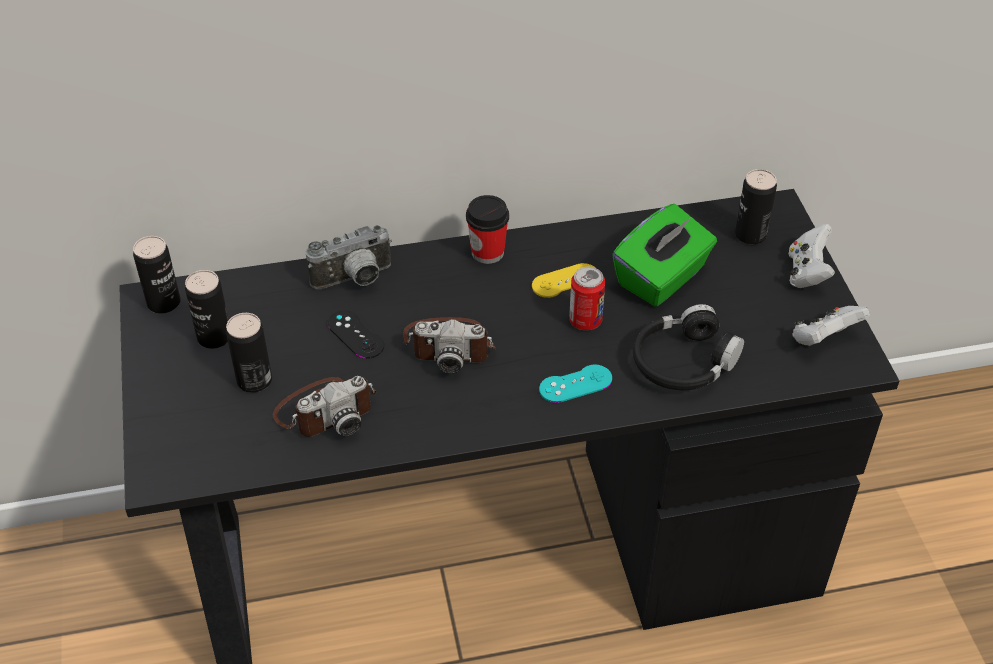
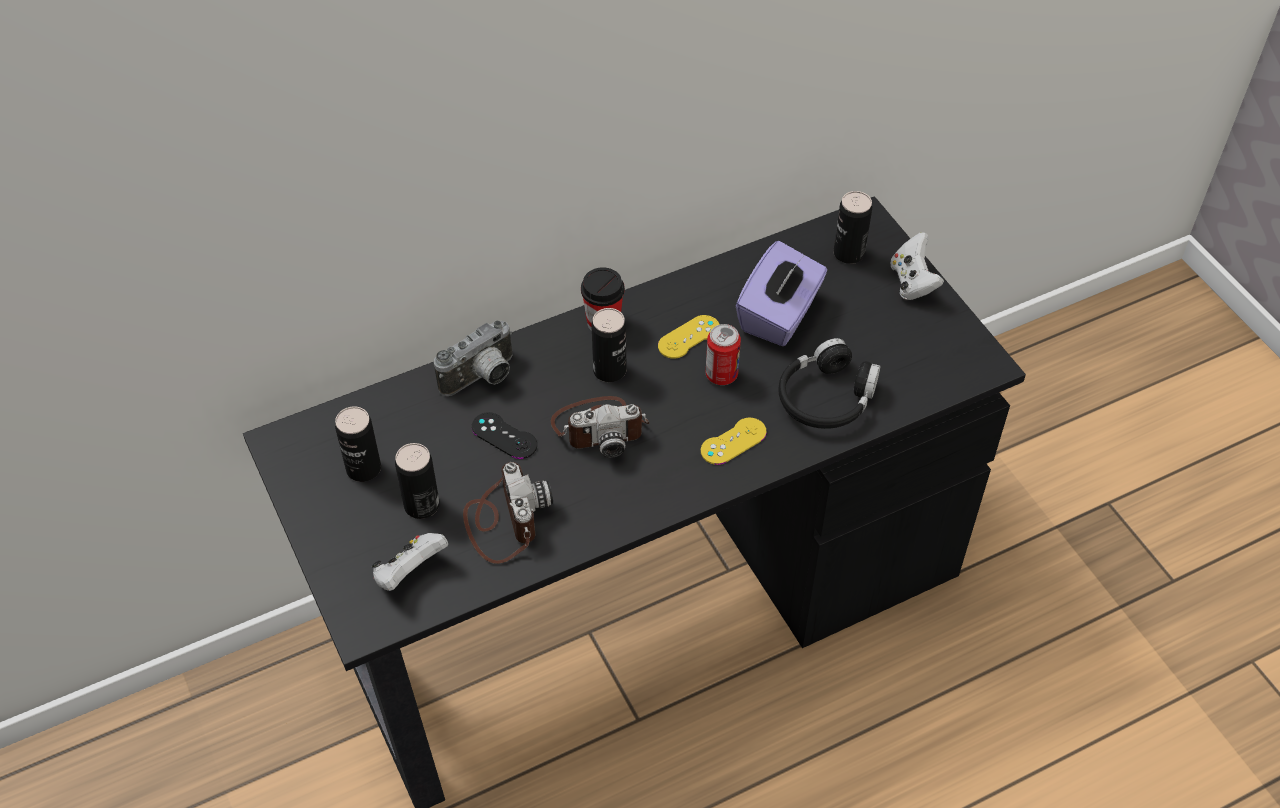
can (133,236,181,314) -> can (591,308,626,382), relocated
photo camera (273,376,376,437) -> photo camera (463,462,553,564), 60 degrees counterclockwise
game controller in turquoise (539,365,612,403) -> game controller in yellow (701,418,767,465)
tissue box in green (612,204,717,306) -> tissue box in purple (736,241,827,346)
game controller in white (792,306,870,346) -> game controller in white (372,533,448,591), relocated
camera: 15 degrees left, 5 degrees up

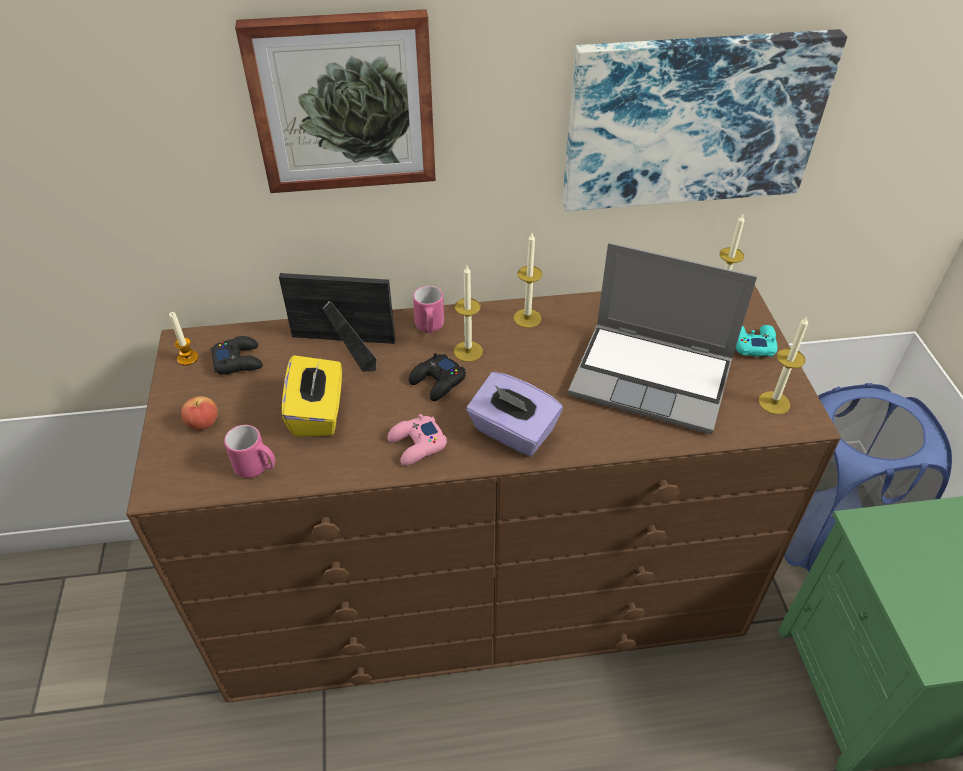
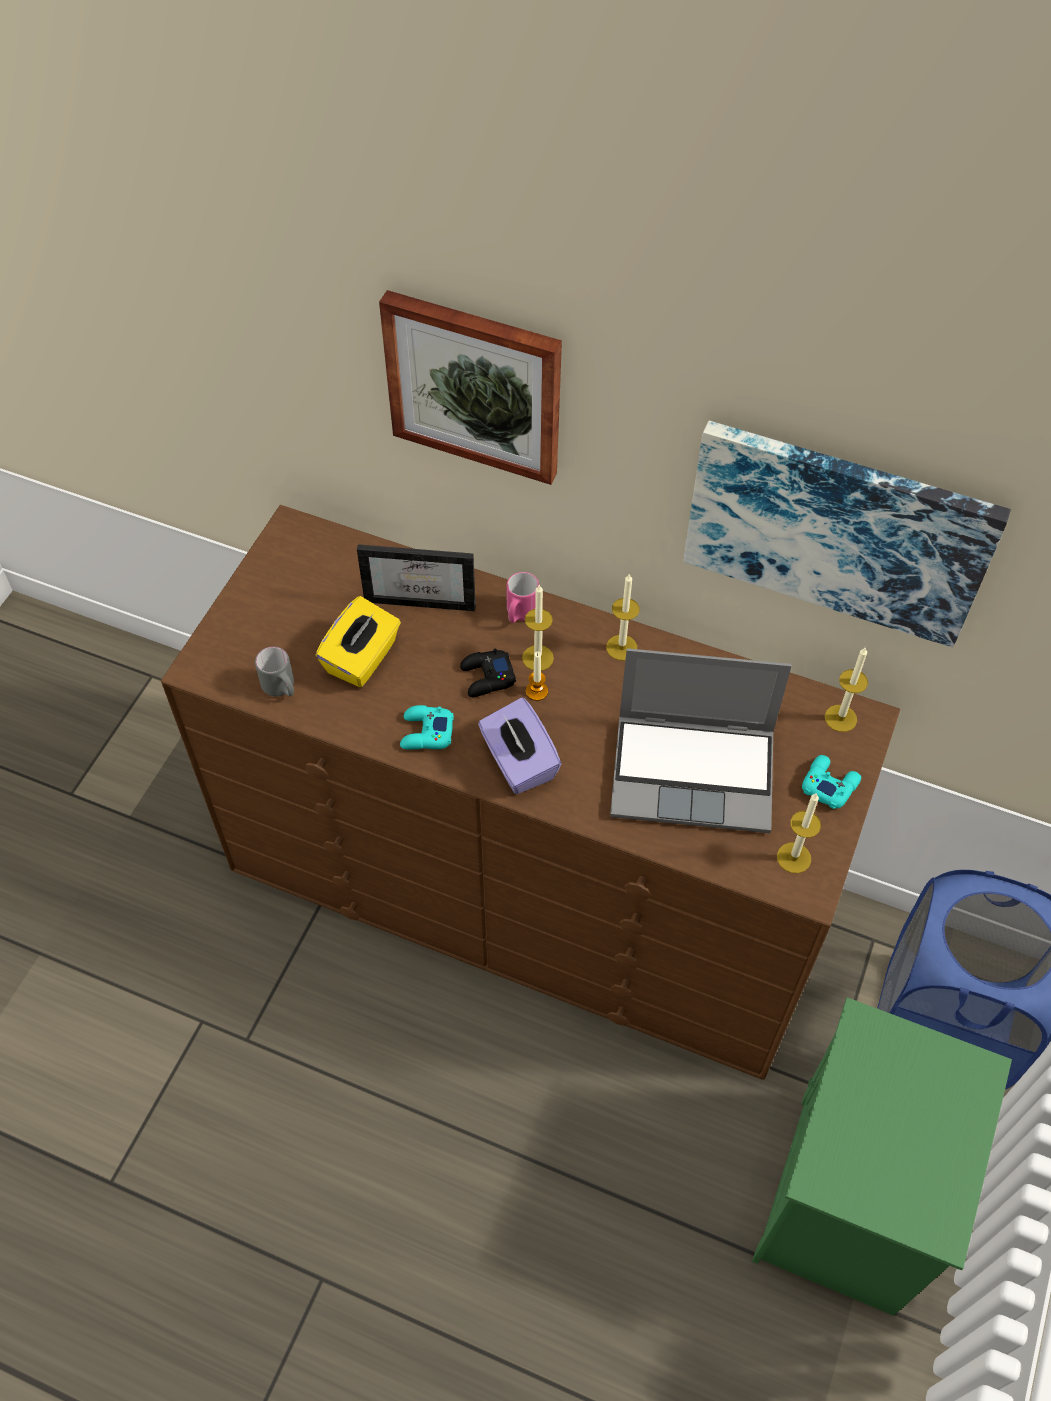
candle (169,312,199,366) -> candle (526,651,548,701), relocated
apple (181,396,218,430) -> none
game controller in black (211,336,263,375) -> none
mug in pink (224,425,276,478) -> mug in grey (255,646,294,697)
picture frame (279,273,395,372) -> picture frame (357,544,476,611), 150 degrees clockwise
game controller in pink (387,414,447,466) -> game controller in turquoise (400,705,454,750)
laptop (568,242,757,434) -> laptop (610,648,792,833), 45 degrees counterclockwise
camera: 30 degrees right, 10 degrees up

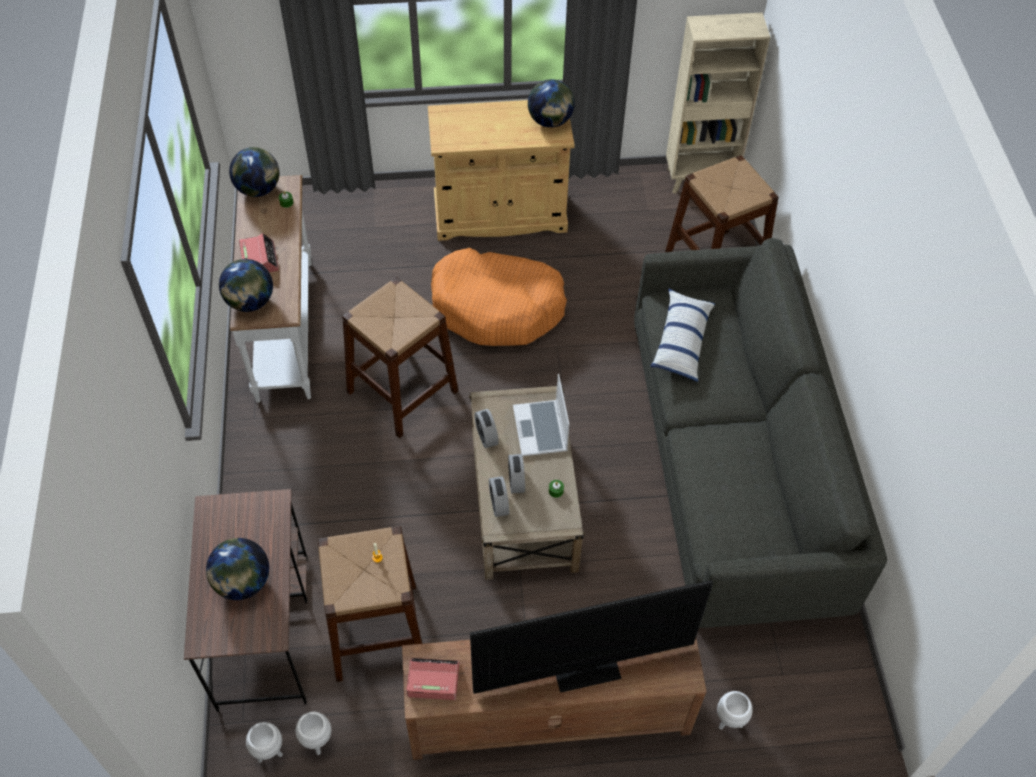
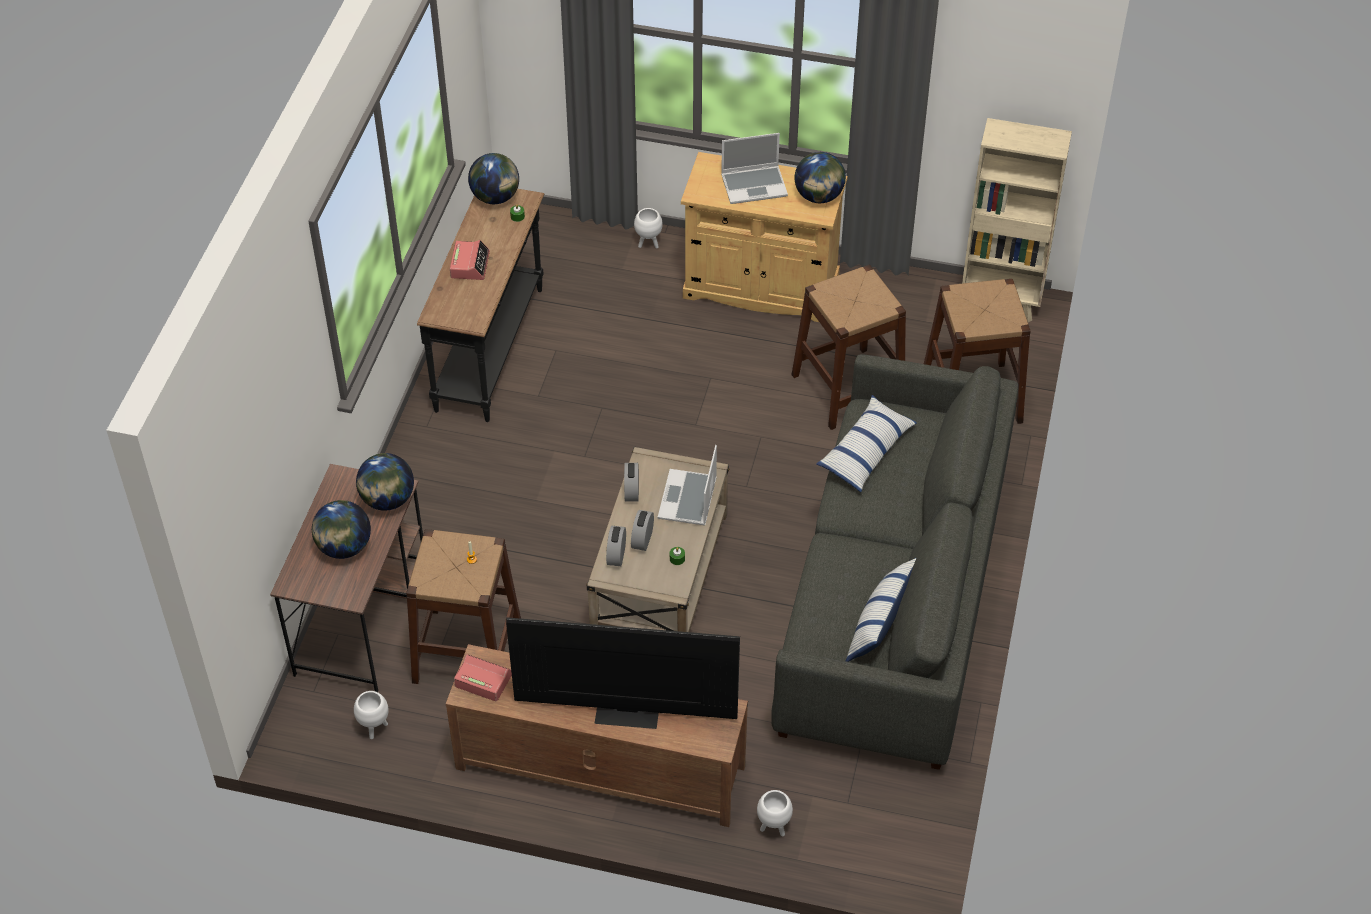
globe (219,259,273,312) -> globe (356,453,414,511), relocated
console table in white (230,175,312,403) -> console table in black (417,189,544,422)
planter in white (246,722,283,763) -> planter in white (634,208,663,248), relocated
stool in brown (342,277,458,438) -> stool in brown (791,265,906,430), relocated
dog bed in orange (431,248,567,346) -> none
none -> laptop (721,133,788,204)
none -> pillow (846,558,916,662)
camera: 20 degrees right, 5 degrees down

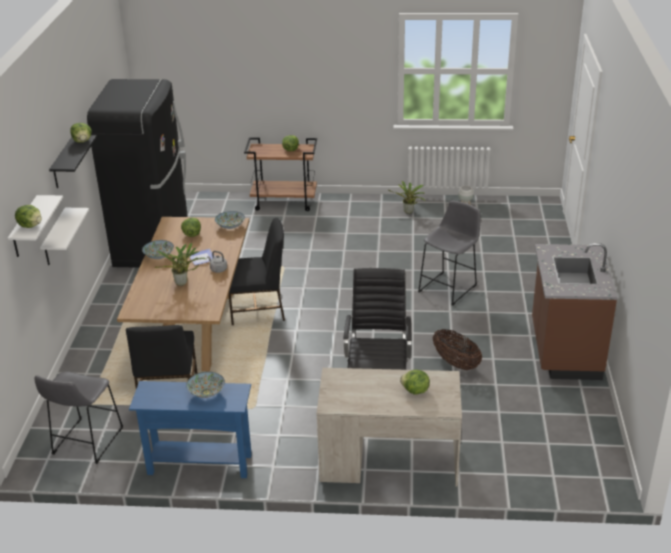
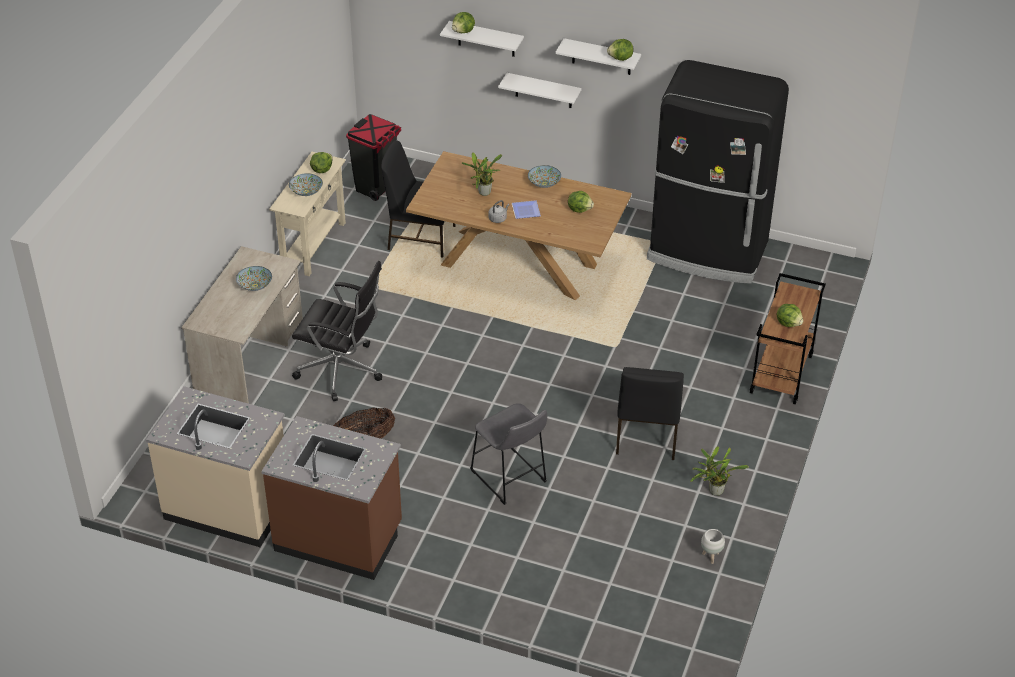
stool in grey (35,371,123,464) -> trash can in black (346,114,401,201)
shelf in black (49,135,97,188) -> shelf in white (555,38,641,75)
console table in blue (129,381,252,478) -> console table in beige (269,152,346,276)
bowl (215,211,245,229) -> bowl (236,266,272,291), relocated
chair in black (229,218,285,325) -> chair in black (616,367,684,460), relocated
lettuce (400,370,430,395) -> lettuce (310,152,333,173), relocated
none -> counter in beige (146,386,285,547)
camera: 105 degrees right, 10 degrees up

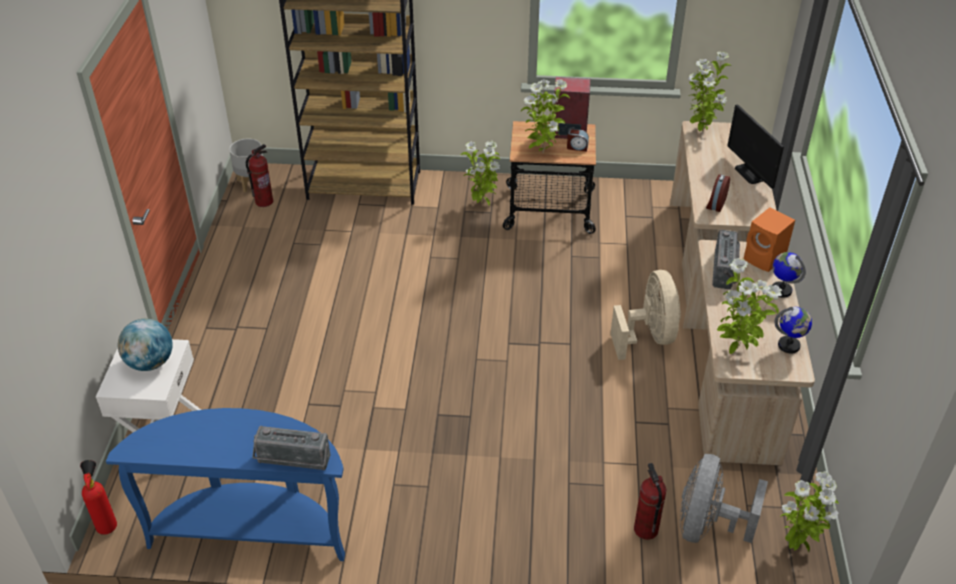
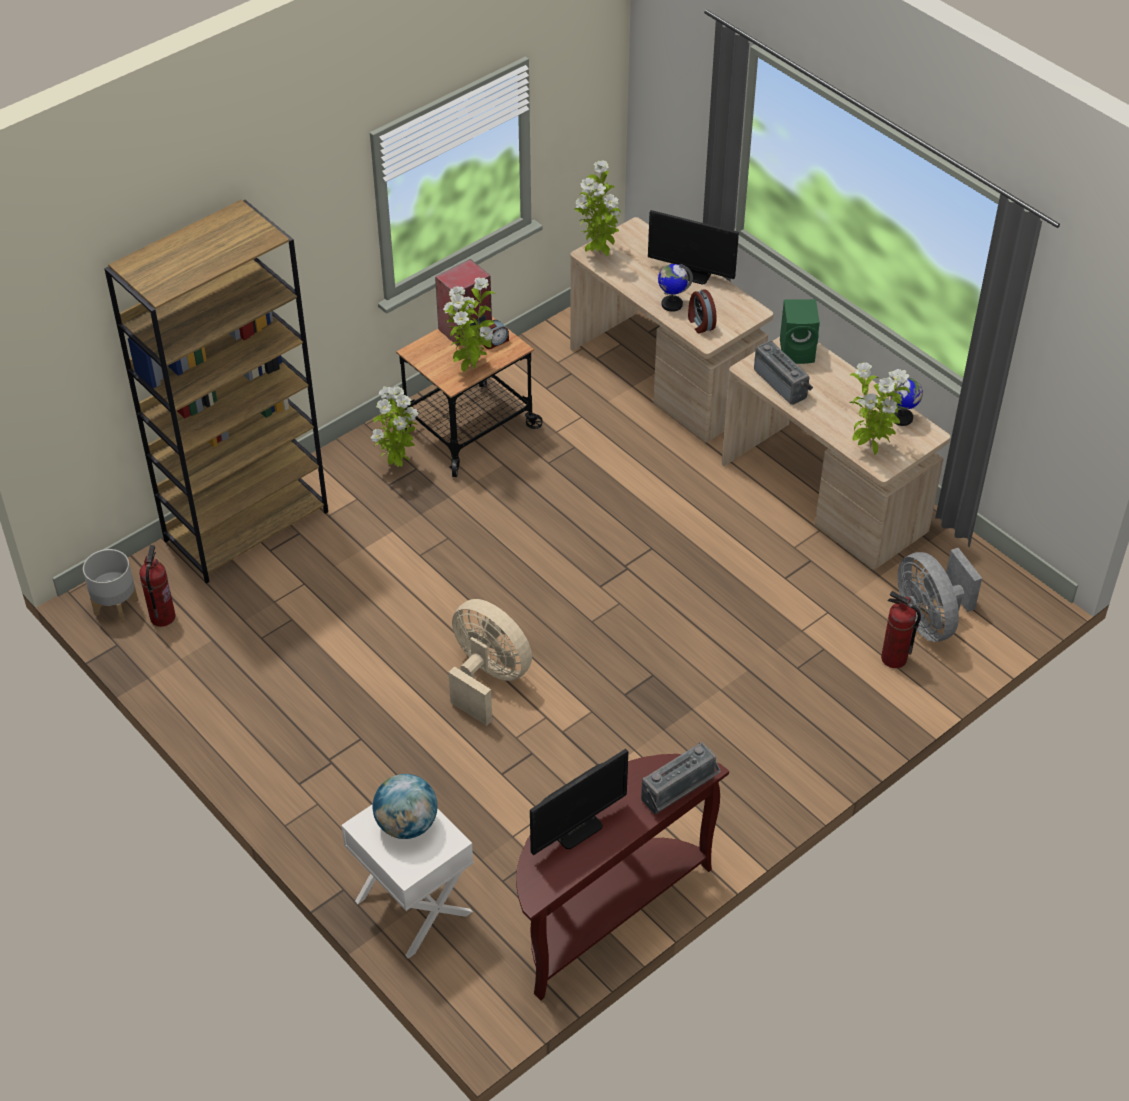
fire extinguisher (80,460,117,535) -> none
console table in blue (106,408,345,561) -> console table in brown (516,754,729,1001)
fan in beige (610,270,681,360) -> fan in beige (448,599,532,726), relocated
speaker in orange (743,207,795,272) -> speaker in green (780,299,820,364)
globe (772,252,806,298) -> globe (658,264,693,312), relocated
potted plant (781,471,839,553) -> none
none -> monitor (530,749,628,855)
camera: 45 degrees left, 5 degrees up

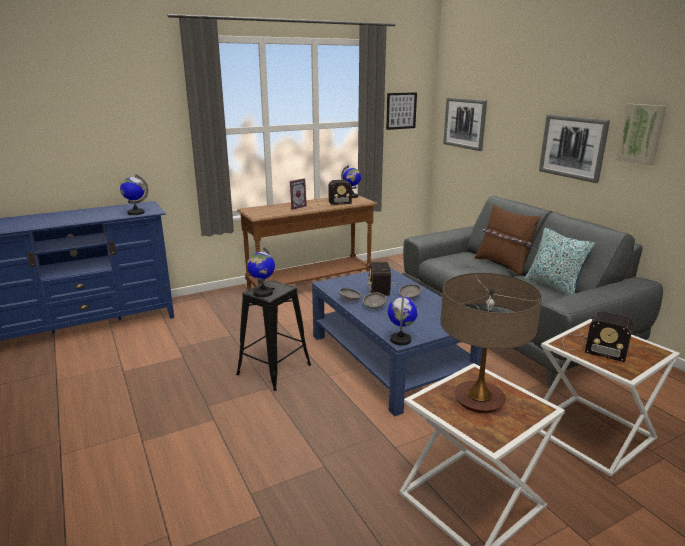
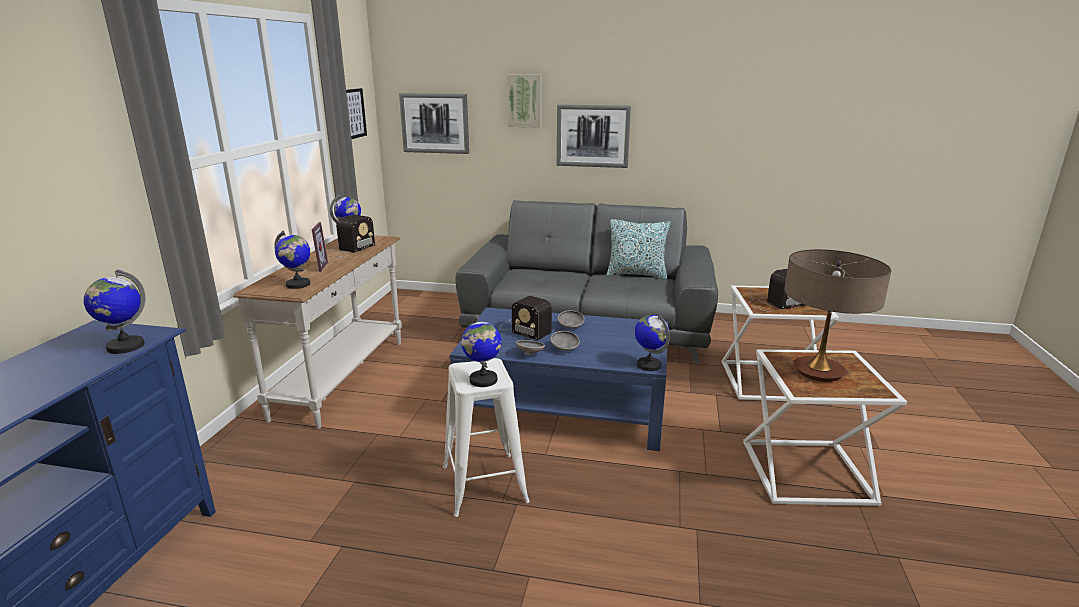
stool in black (236,280,311,391) -> stool in white (443,358,530,517)
console table in brown (237,195,378,290) -> console table in white (233,236,402,429)
pillow in brown (475,204,541,276) -> none
picture (616,104,667,165) -> picture (507,74,541,128), relocated
none -> globe (274,230,310,289)
camera: 50 degrees left, 0 degrees up

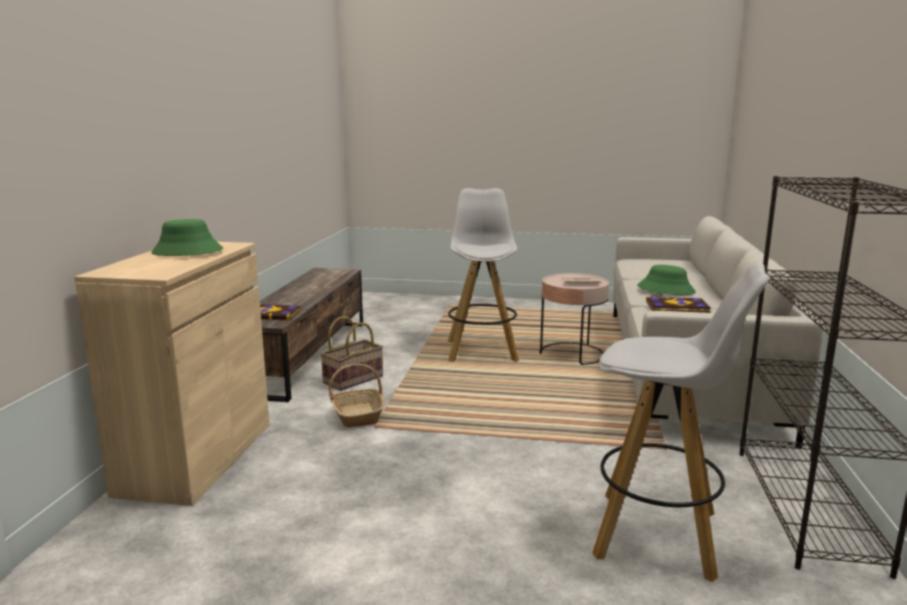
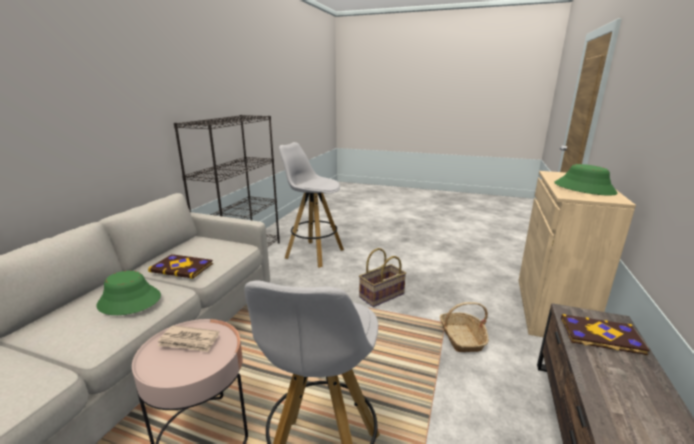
basket (320,316,383,391) -> basket (359,248,406,307), relocated
camera: 170 degrees left, 5 degrees up

